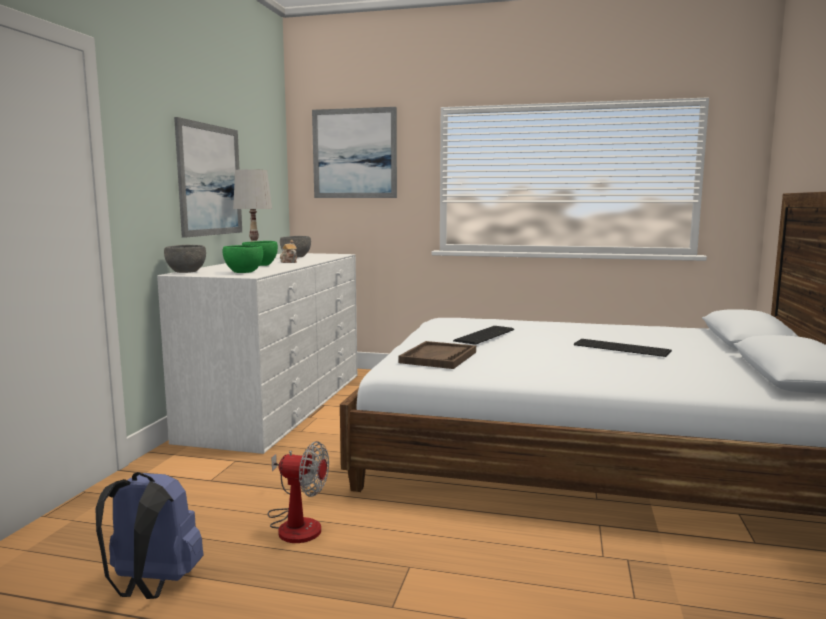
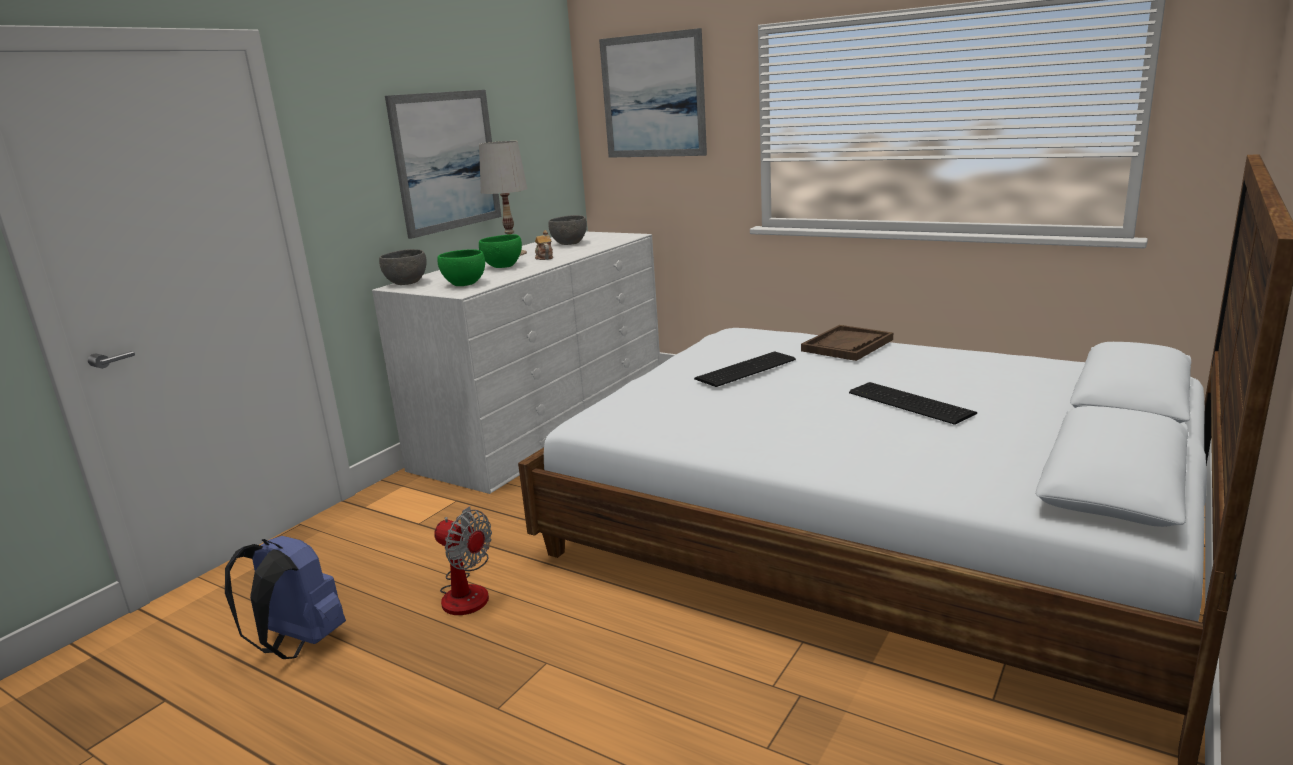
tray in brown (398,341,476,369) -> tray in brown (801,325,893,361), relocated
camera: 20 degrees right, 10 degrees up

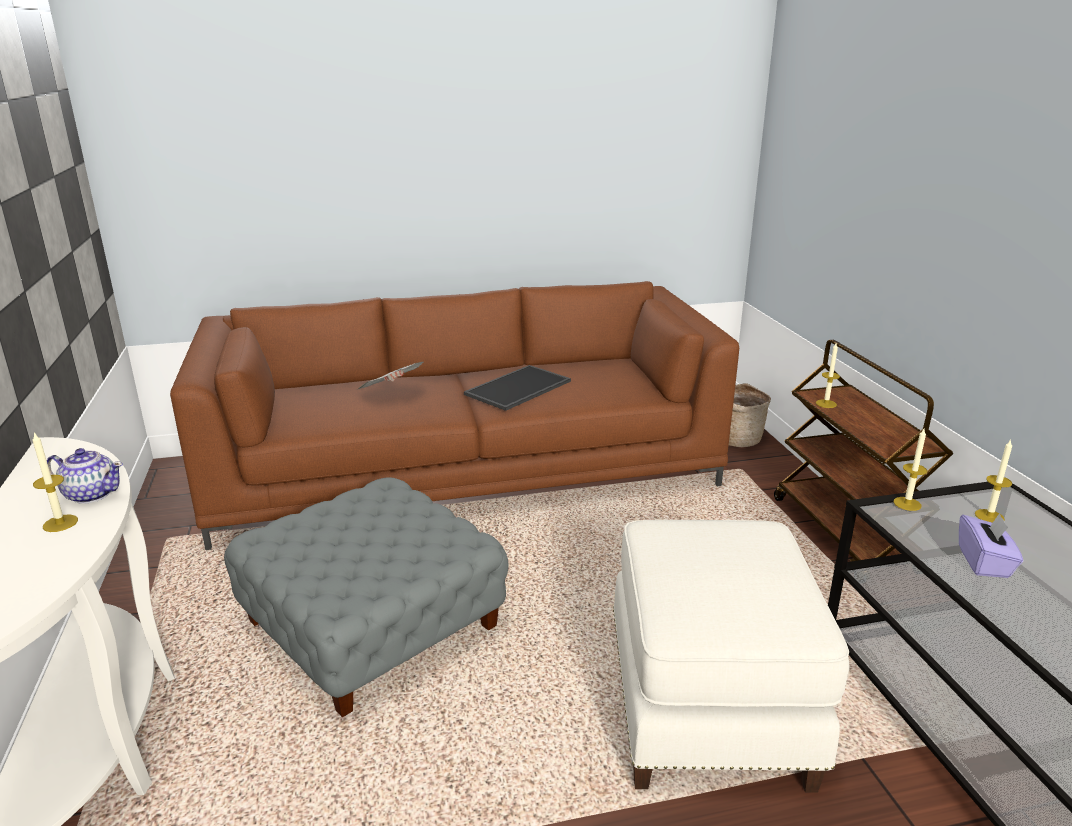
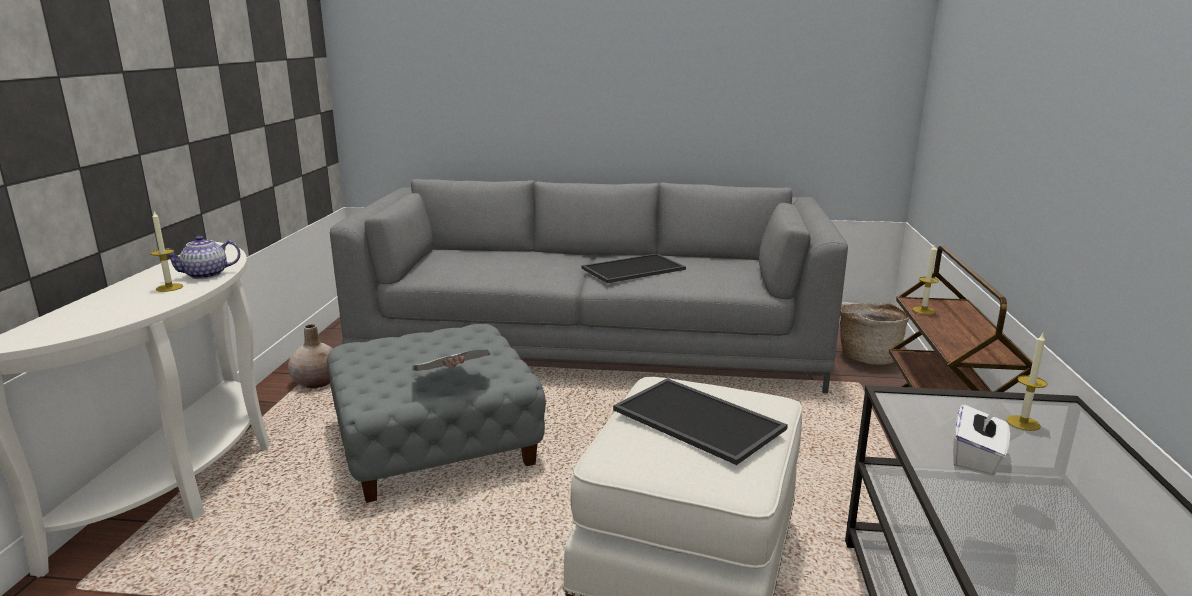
teapot (47,448,123,504) -> teapot (166,236,241,279), 120 degrees clockwise
sofa in brown (170,281,739,550) -> sofa in grey (330,179,848,394)
newspaper (357,362,423,390) -> newspaper (412,350,490,371), relocated
candle (894,429,927,511) -> none
tissue box in purple (959,513,1023,578) -> tissue box in white (953,405,1010,476)
none -> vase in beige (288,324,333,388)
none -> tray (613,378,788,465)
camera: 20 degrees right, 5 degrees down

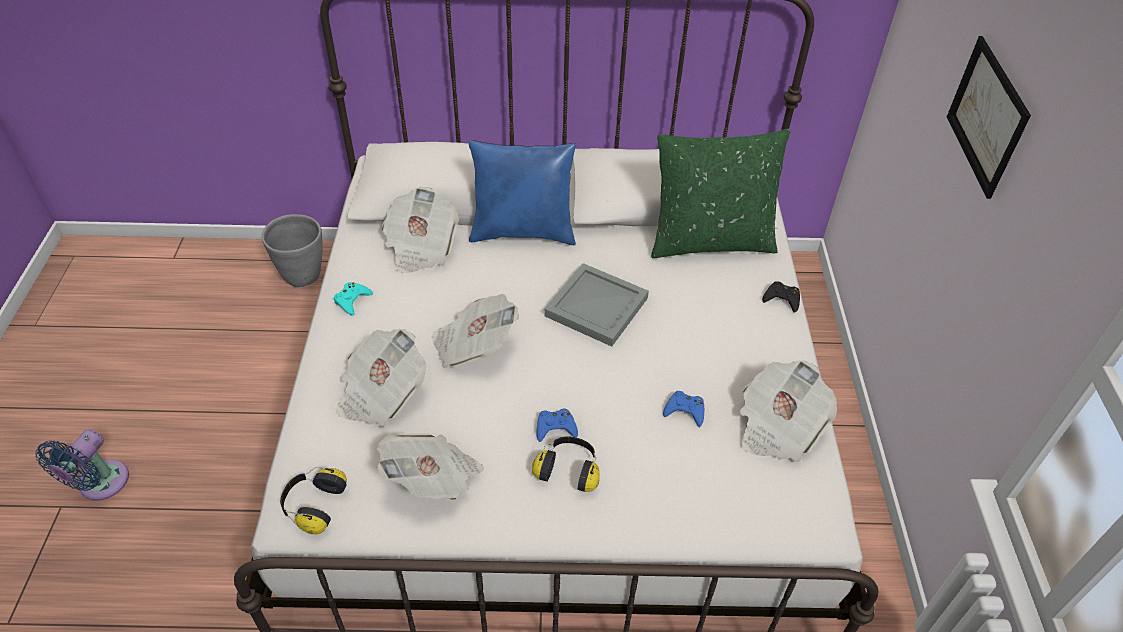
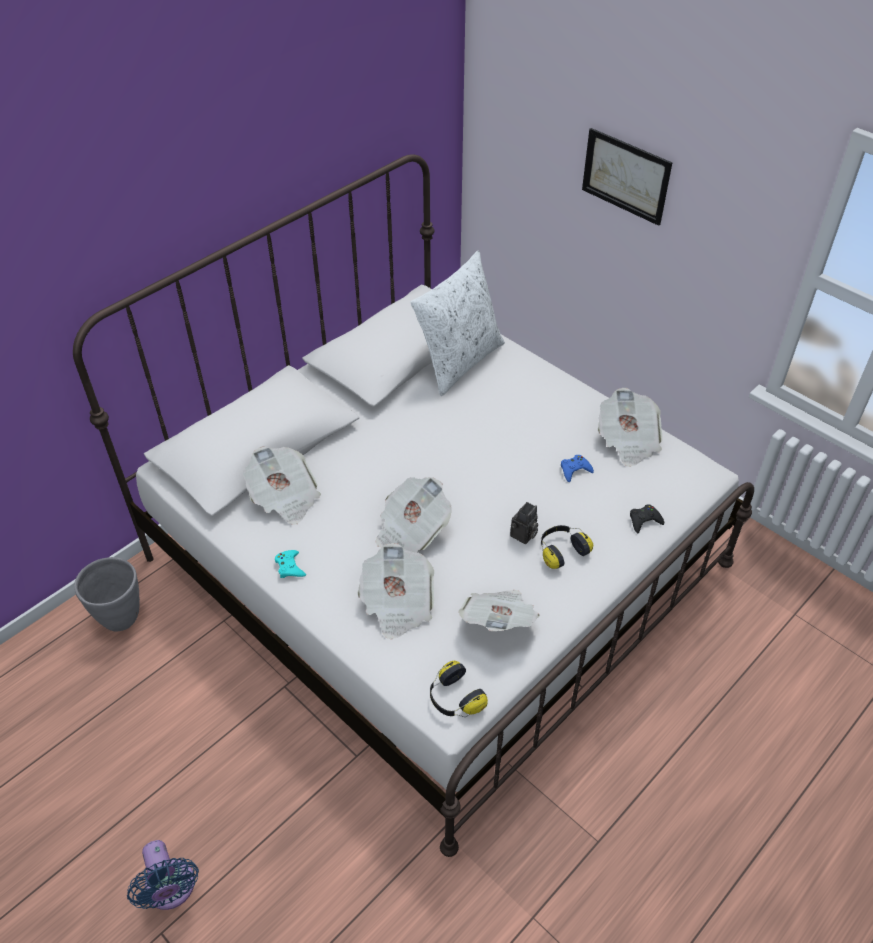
pillow in blue (469,140,576,245) -> none
game controller in blue (537,409,578,442) -> photo camera (510,502,538,544)
tray in grey (544,263,649,347) -> none
pillow in green (651,129,790,258) -> pillow in white (411,251,505,396)
game controller in black (762,281,800,313) -> game controller in black (630,505,664,533), relocated
camera: 45 degrees left, 0 degrees up

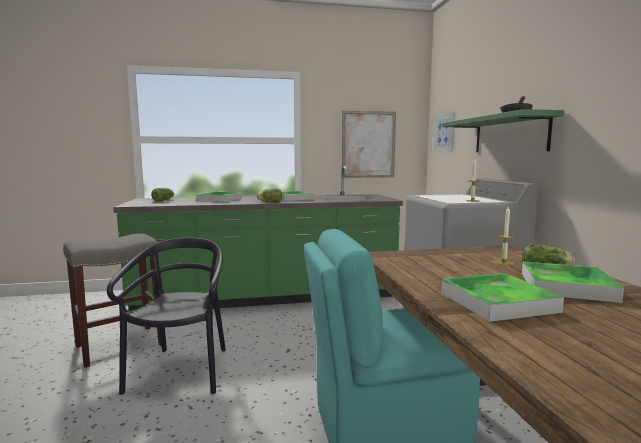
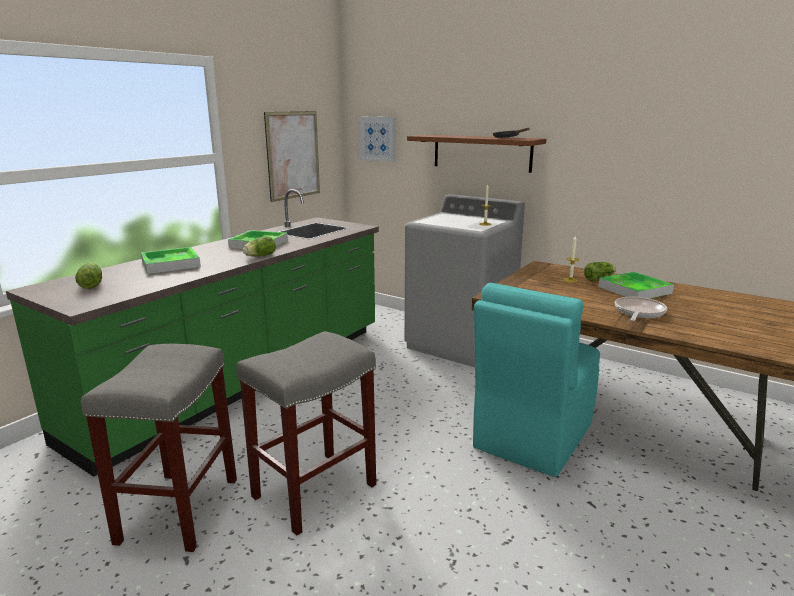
chair in black (107,238,226,395) -> stool in grey (236,331,376,536)
tray (441,273,564,322) -> frying pan (615,297,667,321)
shelf in green (442,109,565,152) -> shelf in brown (407,134,547,173)
camera: 45 degrees left, 10 degrees up

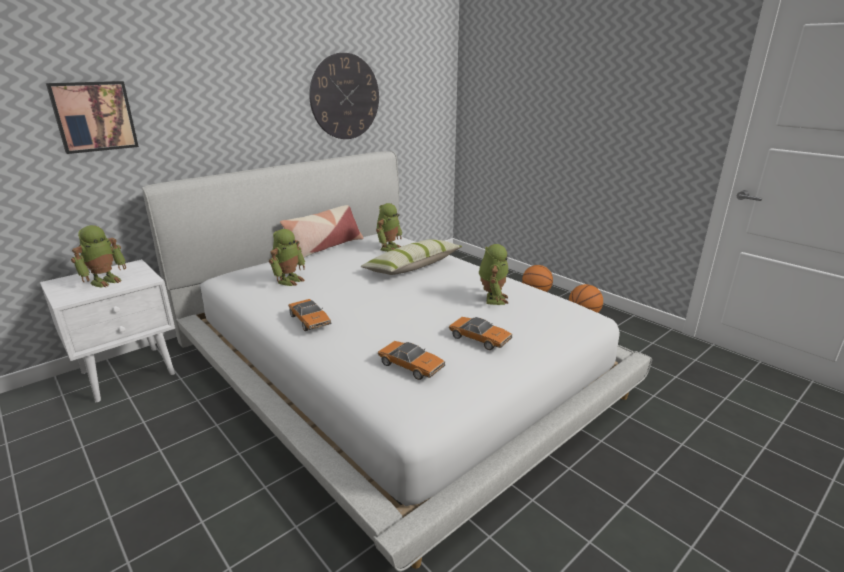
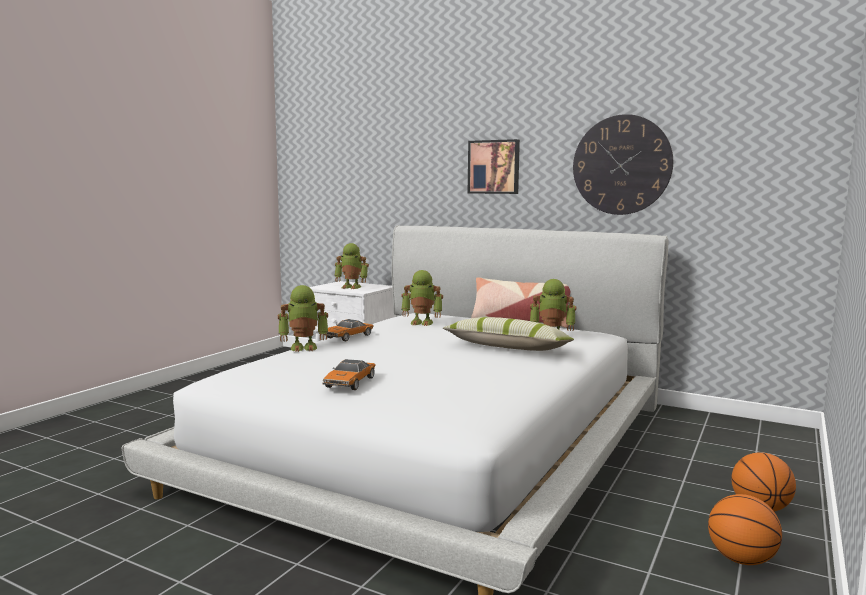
picture (46,81,139,154) -> picture (468,139,520,194), relocated
toy car (378,341,445,380) -> none
toy robot (479,244,508,305) -> toy robot (278,285,328,352), relocated
camera: 70 degrees right, 15 degrees down

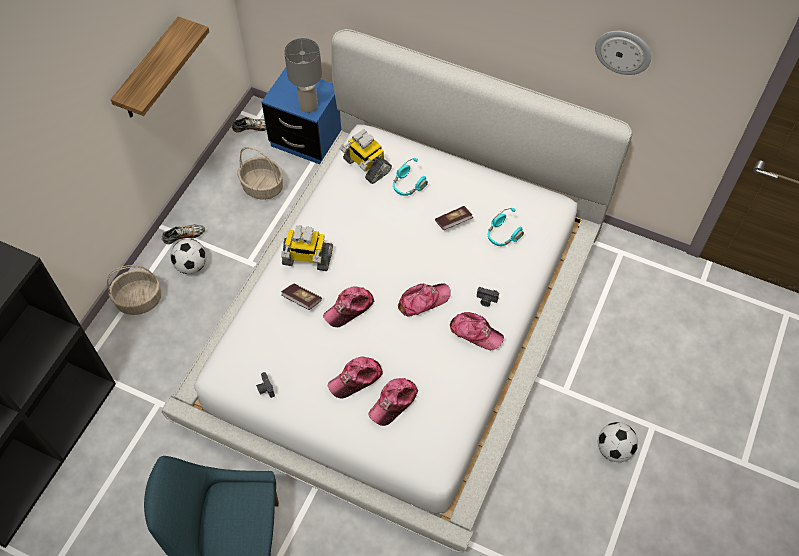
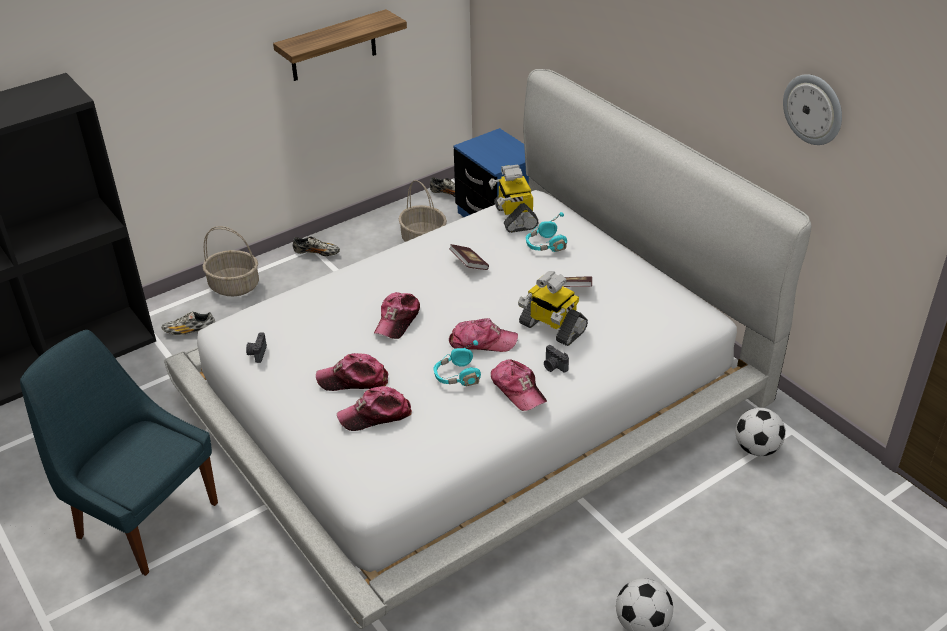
football (171,239,207,274) -> football (735,408,785,456), relocated
toy robot (281,225,333,271) -> toy robot (518,271,588,346), relocated
book (281,284,322,310) -> book (449,244,489,270), relocated
table lamp in grey (284,38,322,113) -> none
cap (323,286,374,327) -> cap (374,292,420,339), 60 degrees counterclockwise
headphones in turquoise (488,208,524,246) -> headphones in turquoise (434,340,481,386), relocated
none -> shoe (162,311,215,335)
camera: 30 degrees right, 20 degrees down

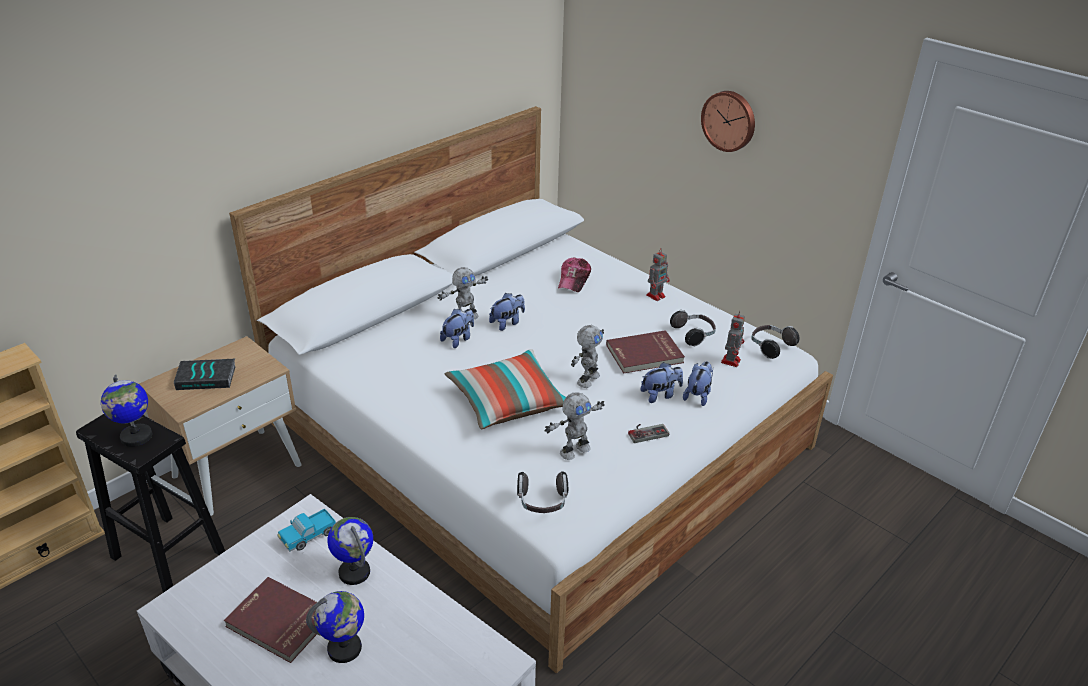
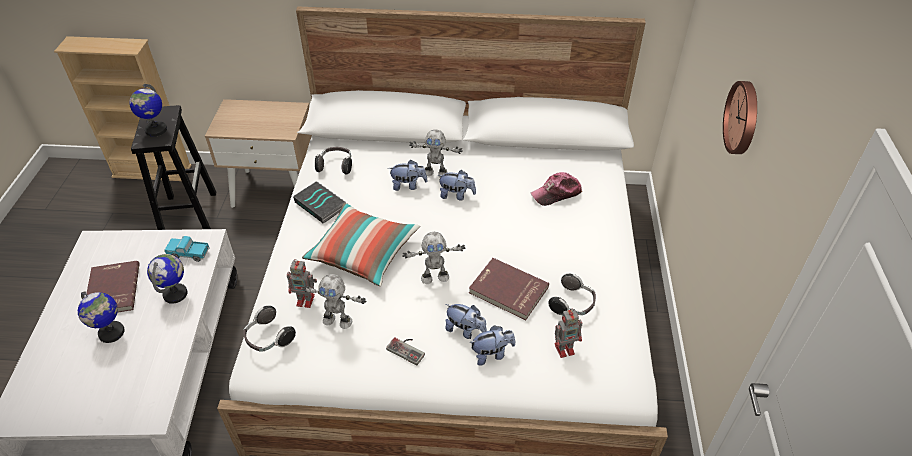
book (174,359,236,390) -> book (293,181,346,223), relocated
toy robot (646,248,670,301) -> toy robot (287,259,317,308), relocated
headphones (751,325,800,359) -> headphones (315,147,352,174), relocated
camera: 50 degrees right, 10 degrees up

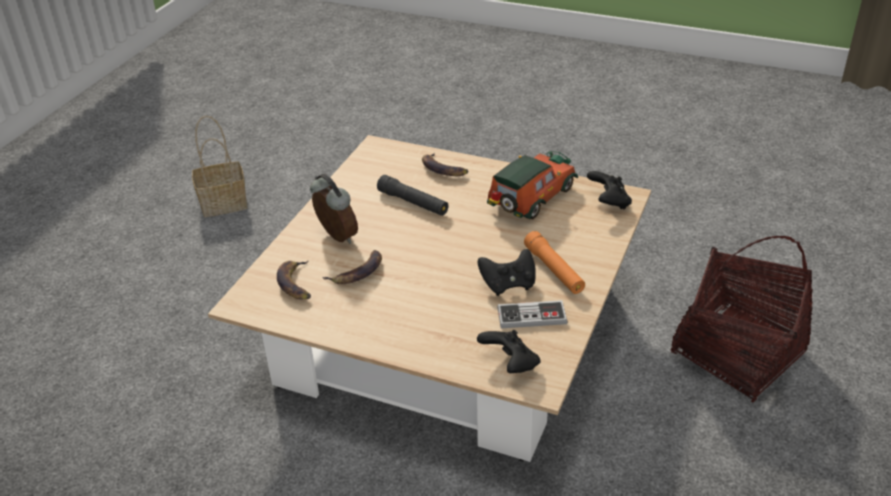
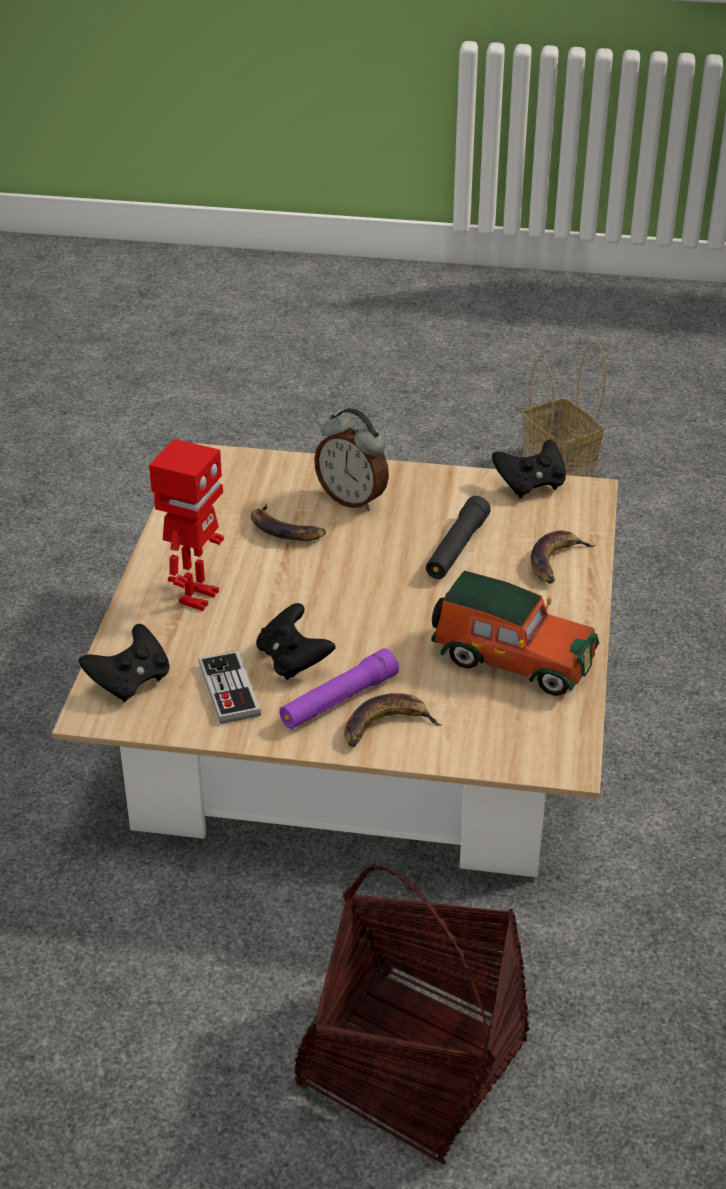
banana (277,260,311,300) -> banana (344,693,442,747), relocated
alarm clock (310,174,358,244) -> alarm clock (314,408,389,511), 90 degrees clockwise
flashlight in orange (524,231,585,294) -> flashlight in purple (279,648,399,729)
game controller in black (587,171,632,210) -> game controller in black (492,440,566,498), relocated
none -> toy robot (149,439,224,611)
camera: 75 degrees right, 0 degrees up

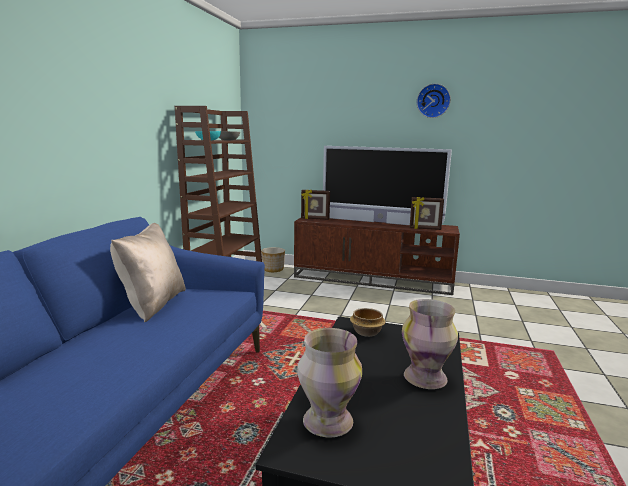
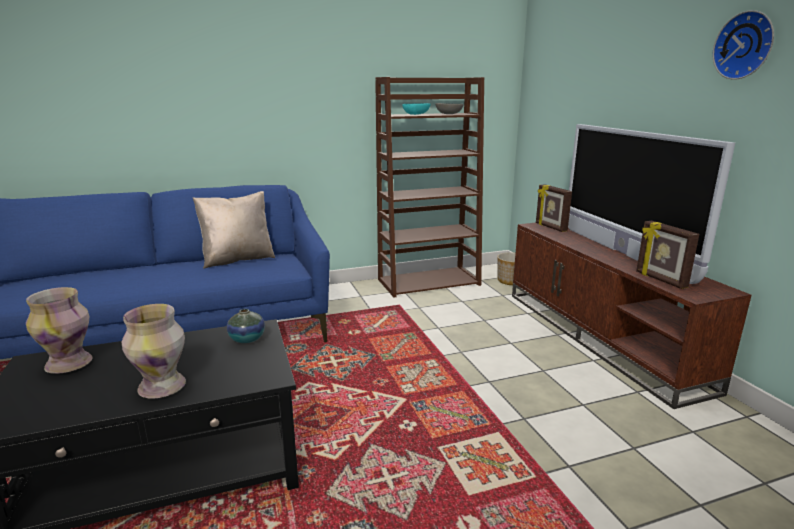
bowl (350,308,386,337) -> vase (227,309,265,343)
camera: 55 degrees right, 5 degrees up

